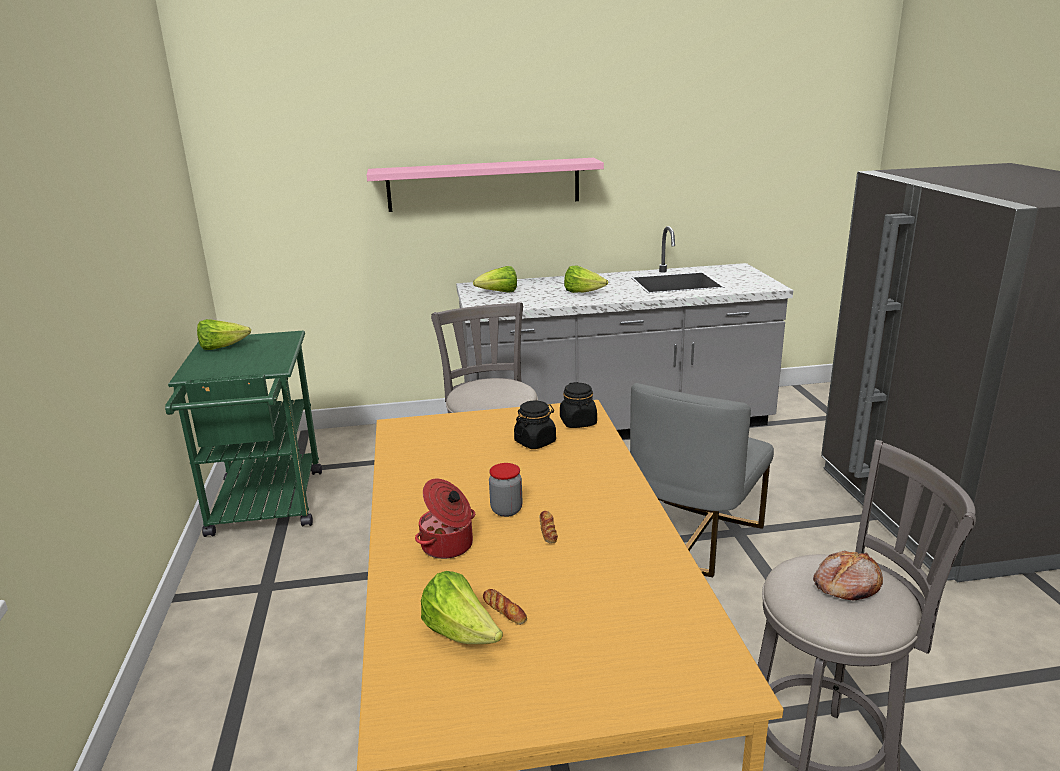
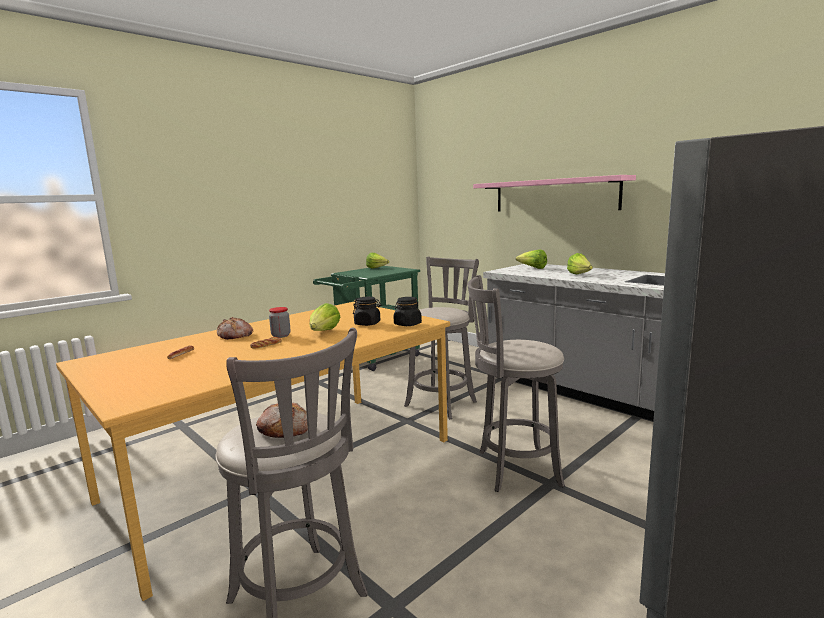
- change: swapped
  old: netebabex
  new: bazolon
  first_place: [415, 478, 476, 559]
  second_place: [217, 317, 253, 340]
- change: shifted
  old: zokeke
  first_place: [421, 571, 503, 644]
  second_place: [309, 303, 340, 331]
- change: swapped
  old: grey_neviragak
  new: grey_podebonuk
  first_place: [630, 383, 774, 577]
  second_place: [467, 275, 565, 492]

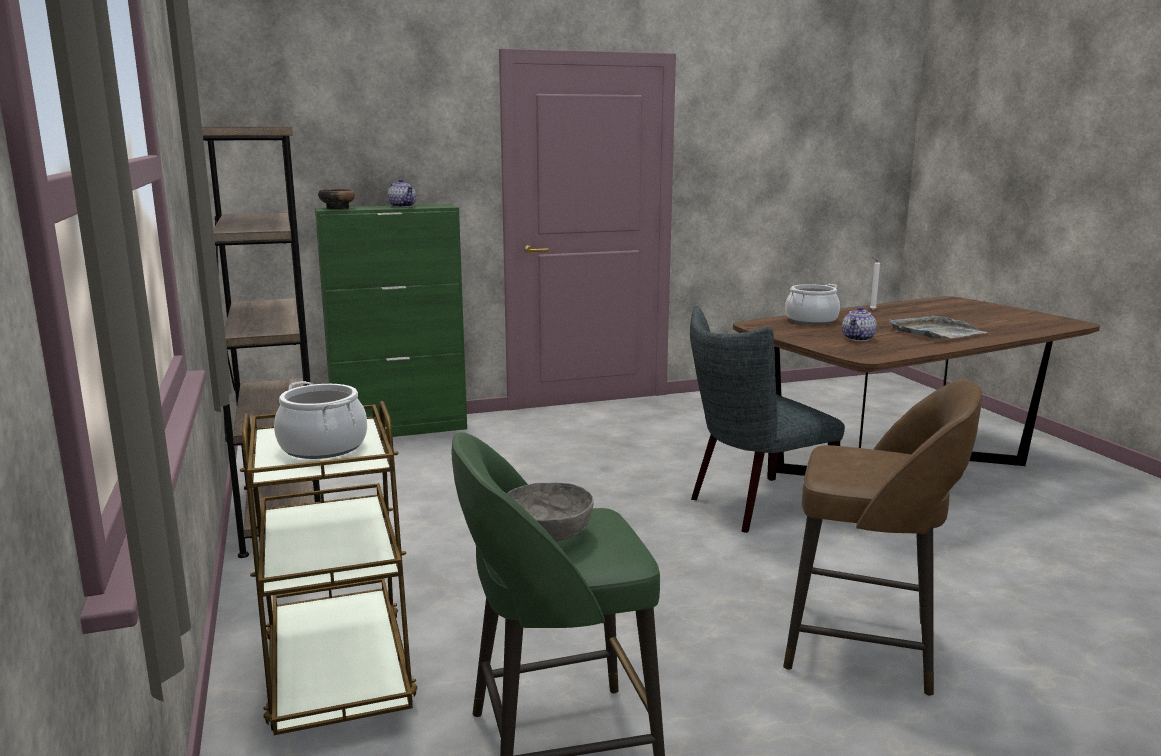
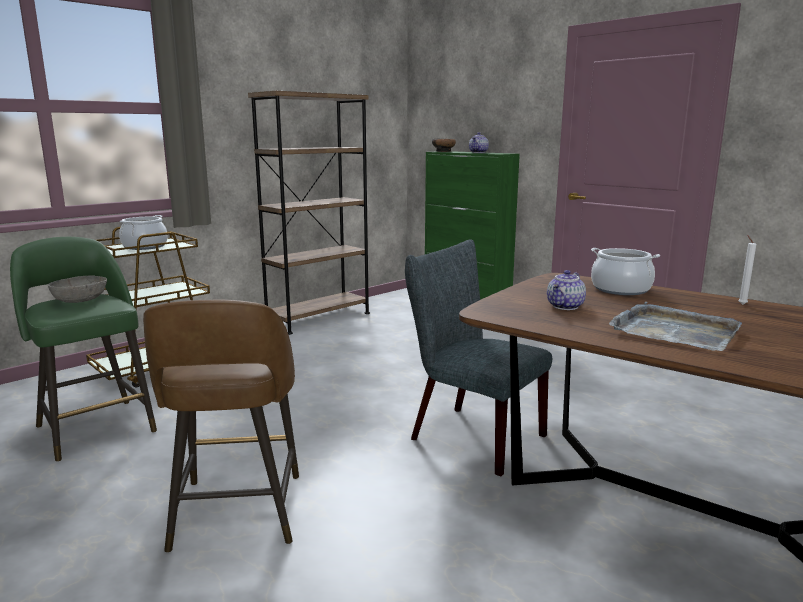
- change: rotated
  old: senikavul
  first_place: [842, 307, 877, 341]
  second_place: [547, 270, 586, 310]
  degrees: -60

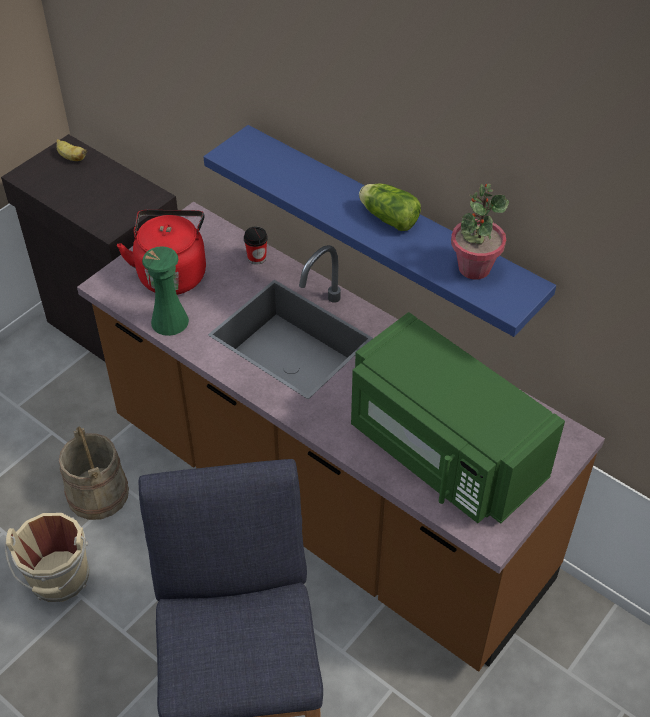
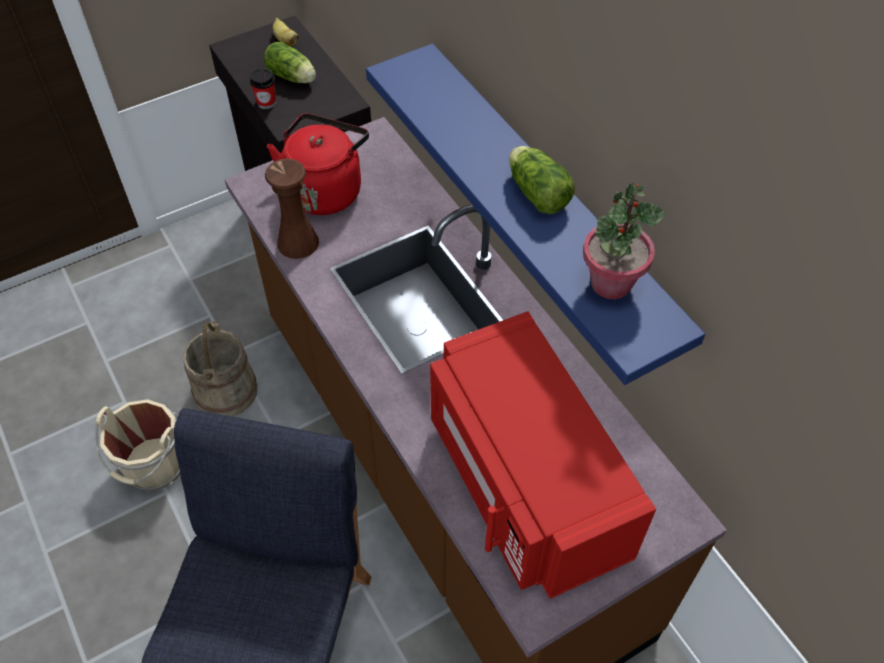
- change: shifted
  old: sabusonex
  first_place: [244, 227, 268, 265]
  second_place: [250, 68, 276, 109]
- change: new
  new: zokeke
  second_place: [264, 41, 316, 83]
- change: repainted
  old: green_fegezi
  new: brown_fegezi
  first_place: [142, 246, 189, 336]
  second_place: [265, 159, 319, 259]
- change: repainted
  old: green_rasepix
  new: red_rasepix
  first_place: [351, 312, 565, 523]
  second_place: [430, 311, 656, 599]

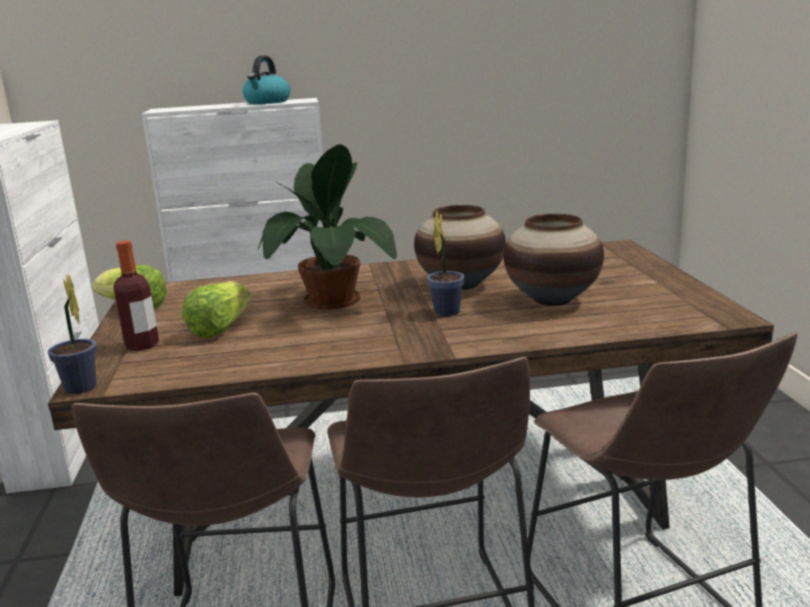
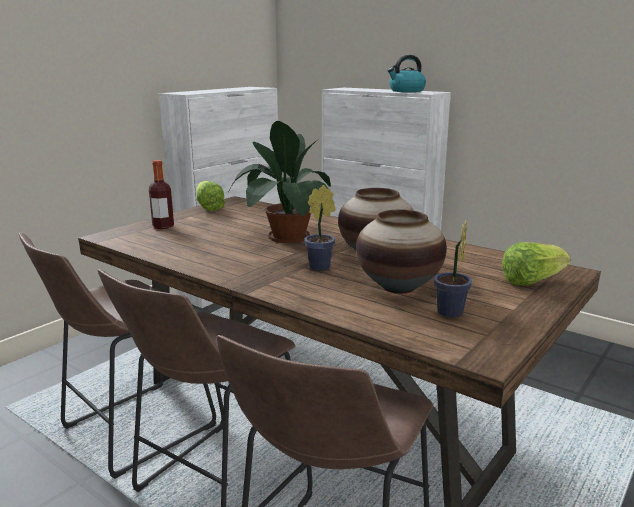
- change: shifted
  old: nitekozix
  first_place: [48, 274, 97, 394]
  second_place: [434, 220, 472, 318]
- change: shifted
  old: zokeke
  first_place: [182, 281, 251, 338]
  second_place: [502, 242, 570, 285]

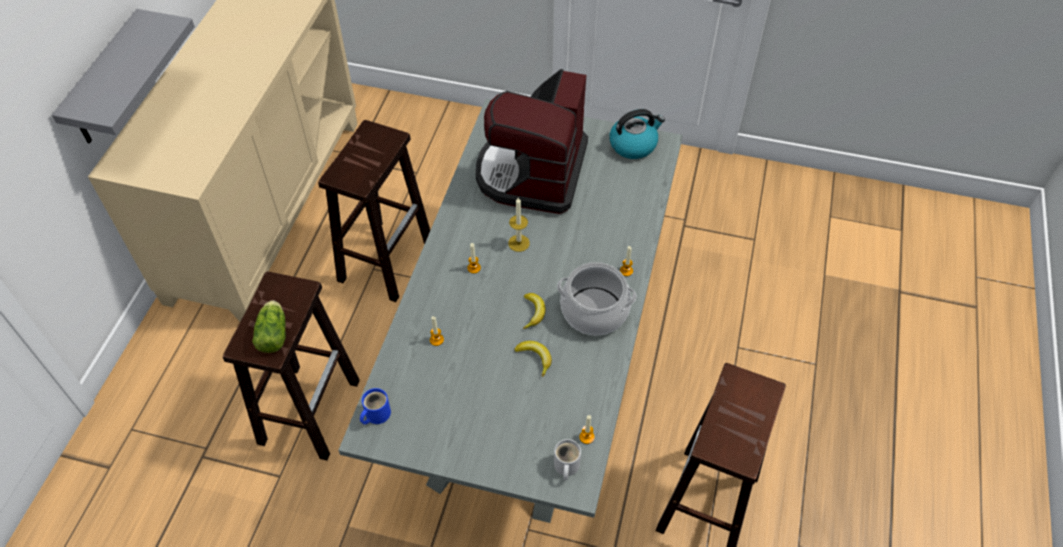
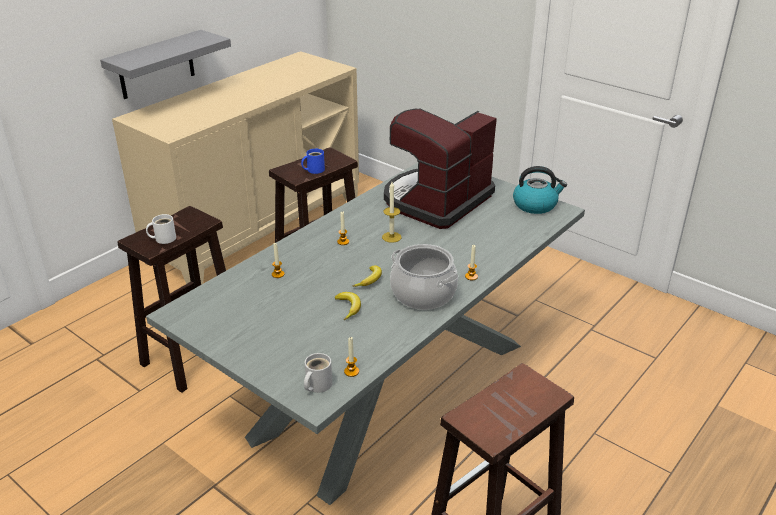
- change: swapped
  old: zokeke
  new: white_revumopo
  first_place: [252, 300, 286, 353]
  second_place: [146, 214, 176, 244]
- change: shifted
  old: blue_revumopo
  first_place: [360, 388, 391, 424]
  second_place: [301, 149, 325, 174]

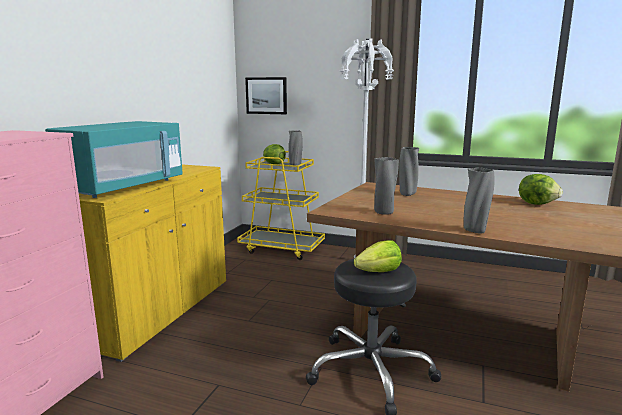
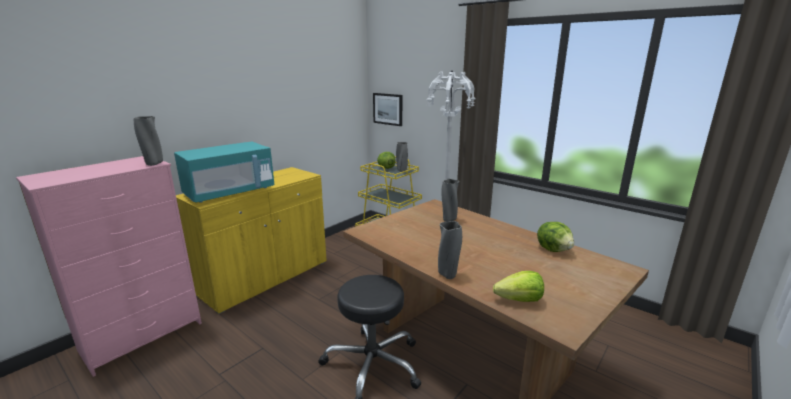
- change: shifted
  old: grey_fegezi
  first_place: [374, 157, 399, 215]
  second_place: [134, 116, 163, 166]
- change: shifted
  old: zokeke
  first_place: [354, 240, 402, 272]
  second_place: [493, 271, 544, 302]

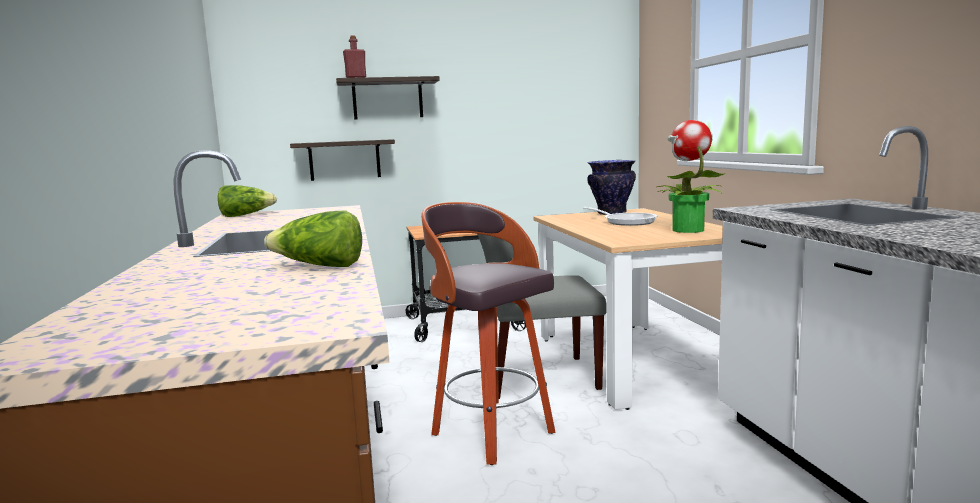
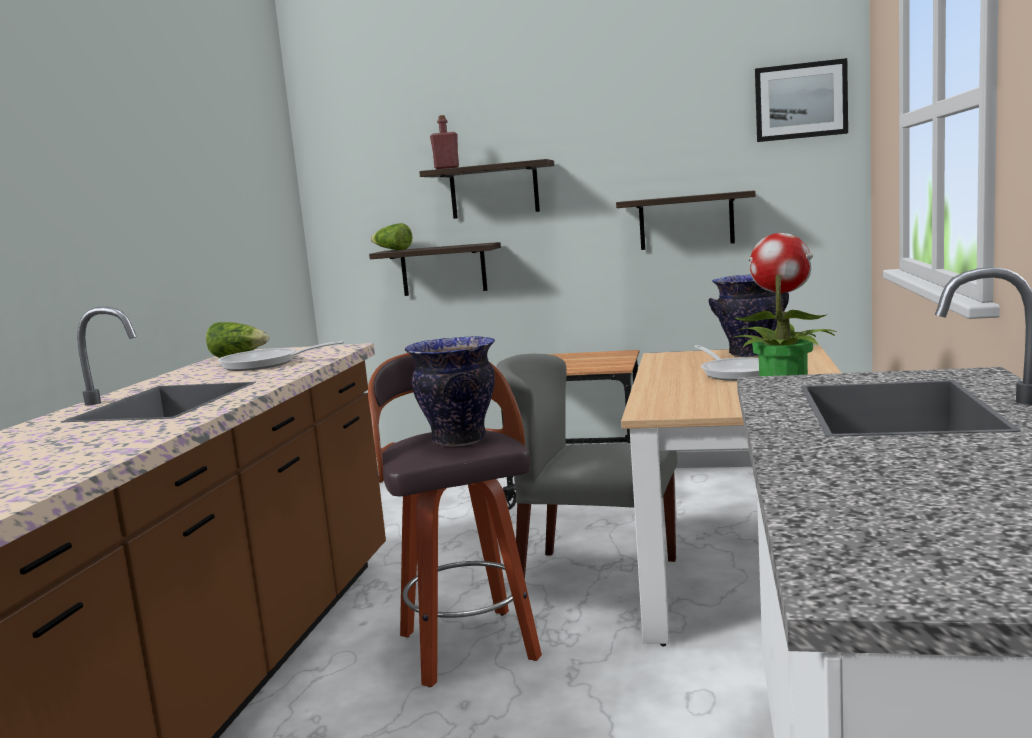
- change: new
  new: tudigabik
  second_place: [217, 341, 344, 371]
- change: shifted
  old: zokeke
  first_place: [264, 211, 362, 267]
  second_place: [371, 223, 413, 250]
- change: new
  new: fegezi
  second_place: [405, 336, 495, 447]
- change: new
  new: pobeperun
  second_place: [616, 191, 756, 250]
- change: new
  new: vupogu
  second_place: [755, 58, 848, 142]

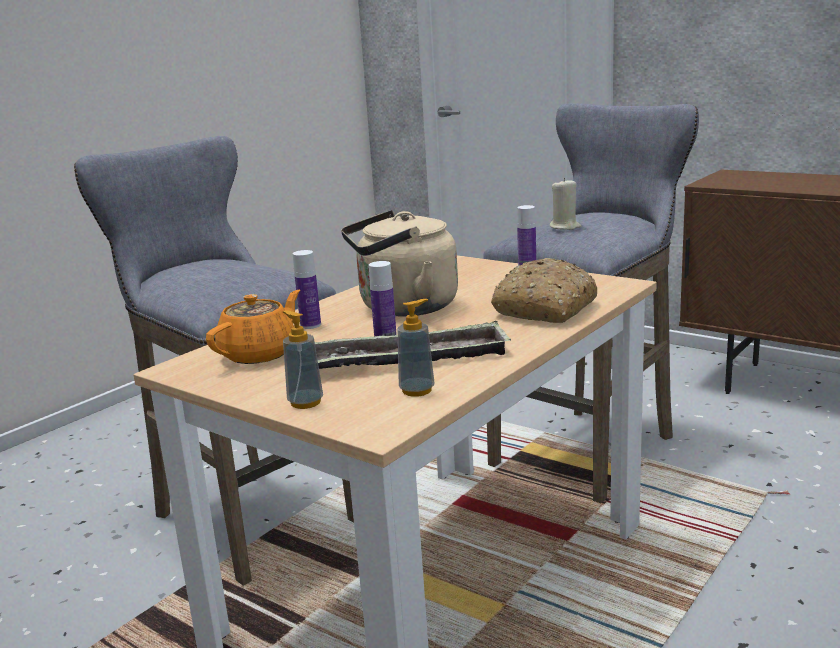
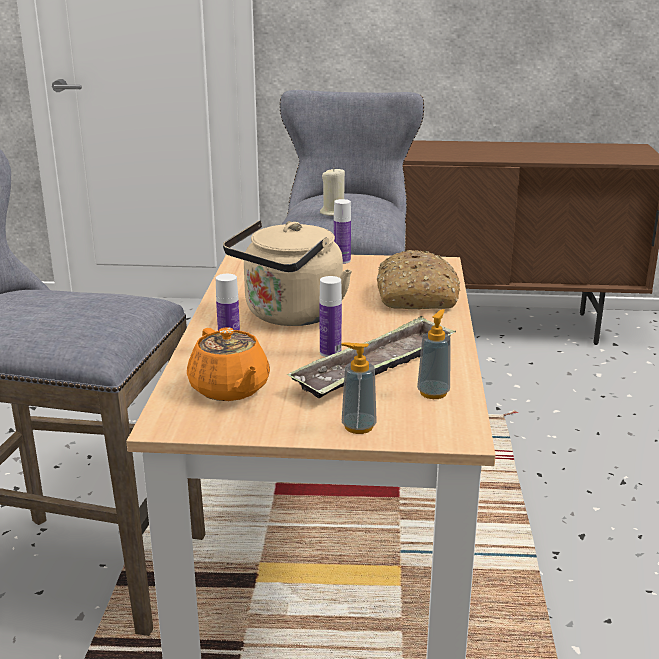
- change: rotated
  old: orange_senikavul
  first_place: [206, 290, 300, 364]
  second_place: [187, 327, 270, 401]
  degrees: 150

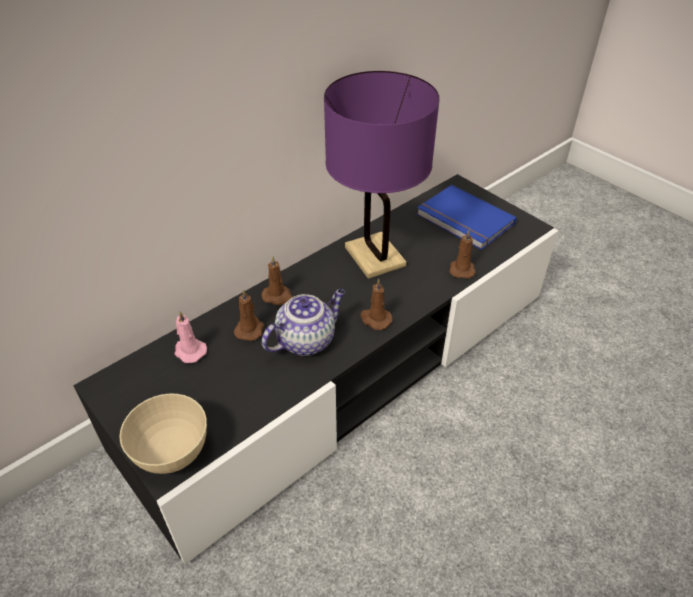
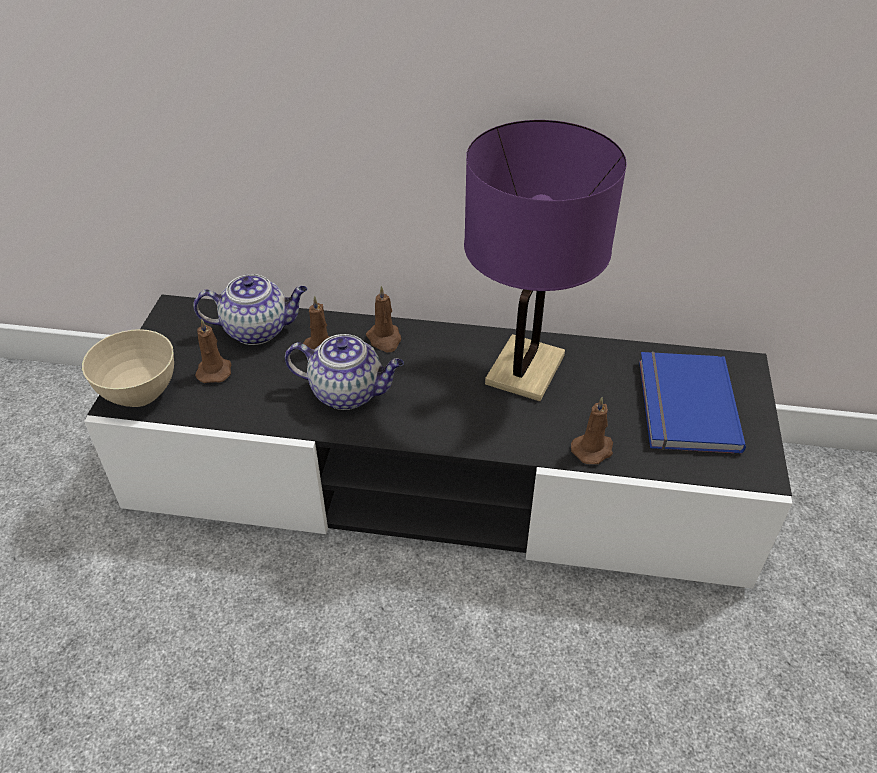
- change: swapped
  old: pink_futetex
  new: senikavul
  first_place: [174, 311, 207, 363]
  second_place: [193, 274, 308, 345]
- change: shifted
  old: brown_futetex
  first_place: [360, 279, 393, 330]
  second_place: [195, 318, 231, 383]

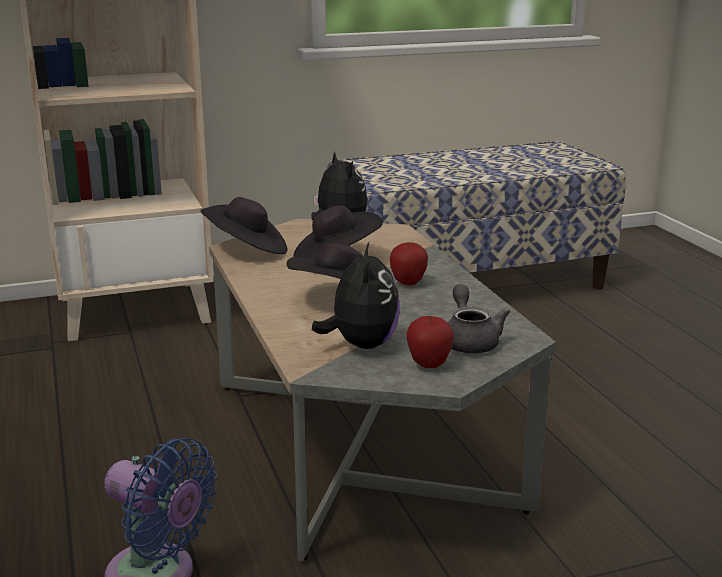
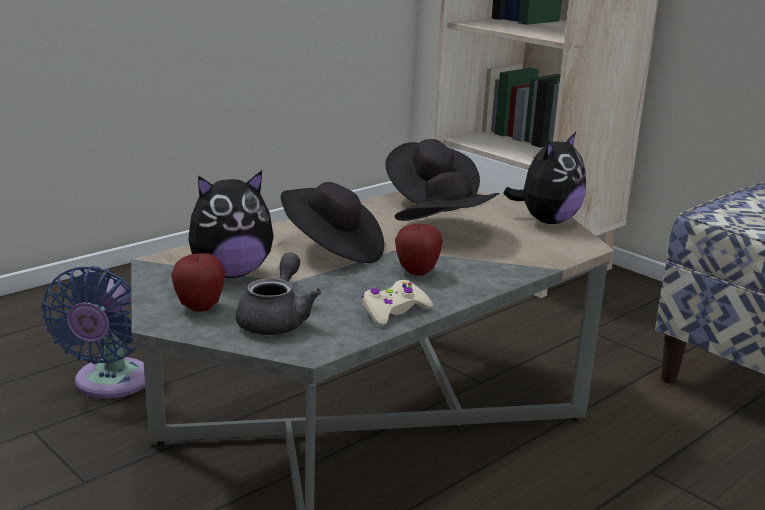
- change: rotated
  old: grey_senikavul
  first_place: [448, 284, 510, 354]
  second_place: [236, 252, 321, 335]
  degrees: -45
- change: new
  new: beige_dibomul
  second_place: [362, 280, 433, 326]

